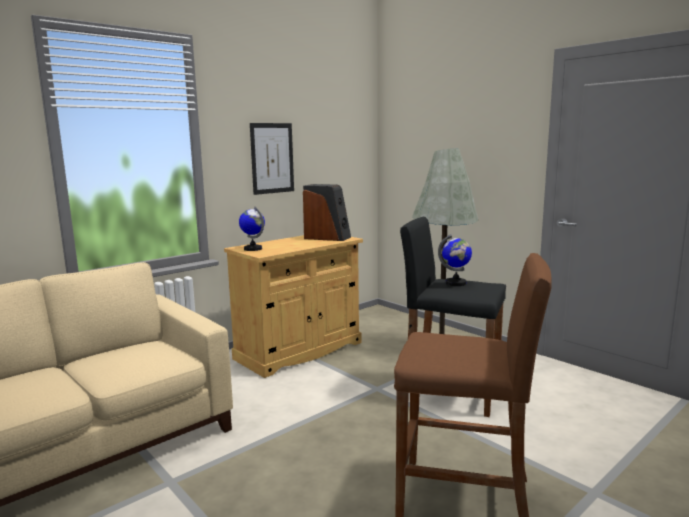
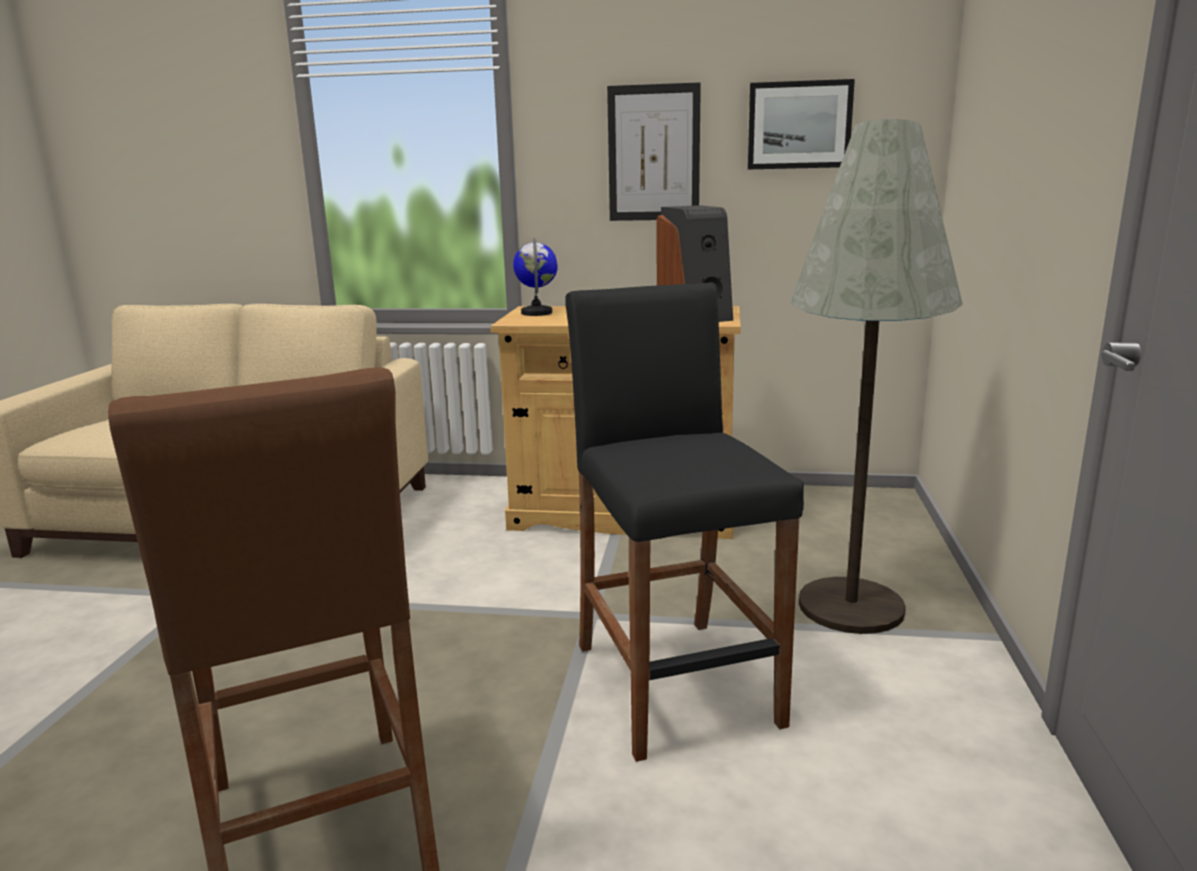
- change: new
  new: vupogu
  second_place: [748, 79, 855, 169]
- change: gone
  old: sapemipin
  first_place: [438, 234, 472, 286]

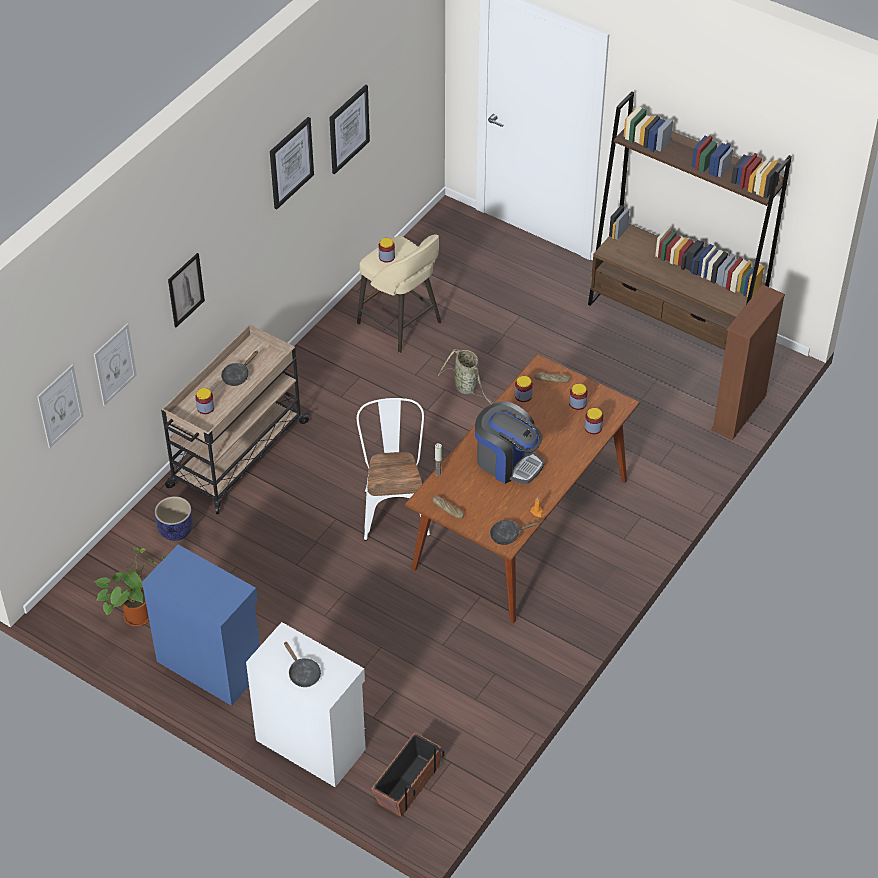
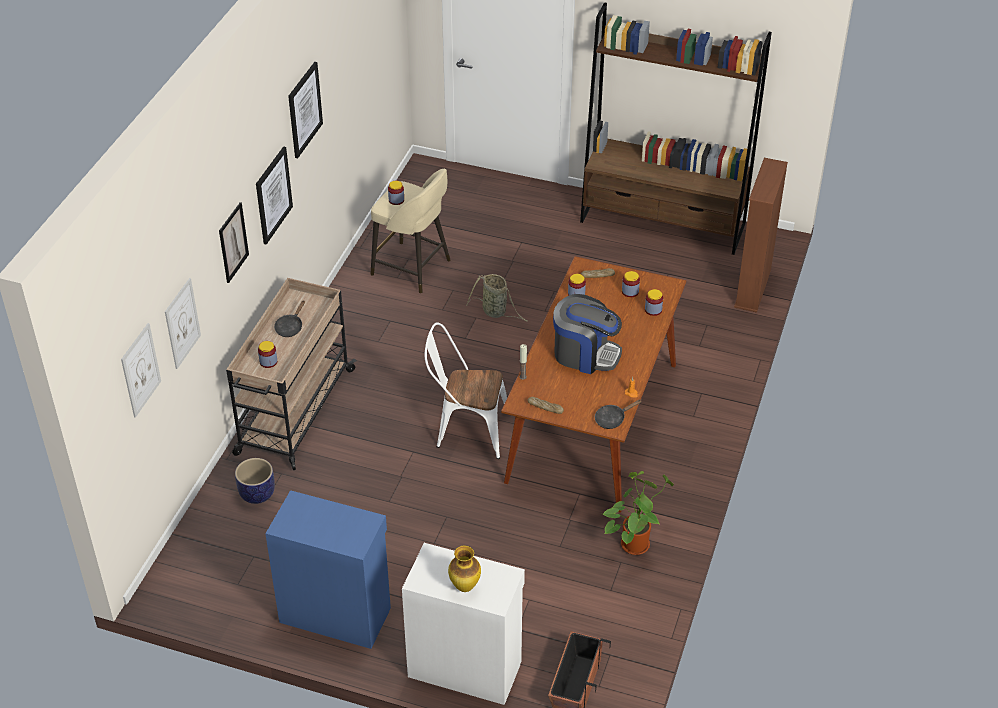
- change: shifted
  old: vupogu
  first_place: [329, 84, 370, 174]
  second_place: [256, 146, 293, 245]
- change: rotated
  old: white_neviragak
  first_place: [357, 398, 430, 541]
  second_place: [425, 323, 507, 459]
  degrees: -60
- change: swapped
  old: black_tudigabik
  new: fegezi
  first_place: [284, 642, 321, 687]
  second_place: [448, 546, 481, 592]
- change: shifted
  old: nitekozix
  first_place: [95, 547, 166, 626]
  second_place: [603, 471, 674, 555]

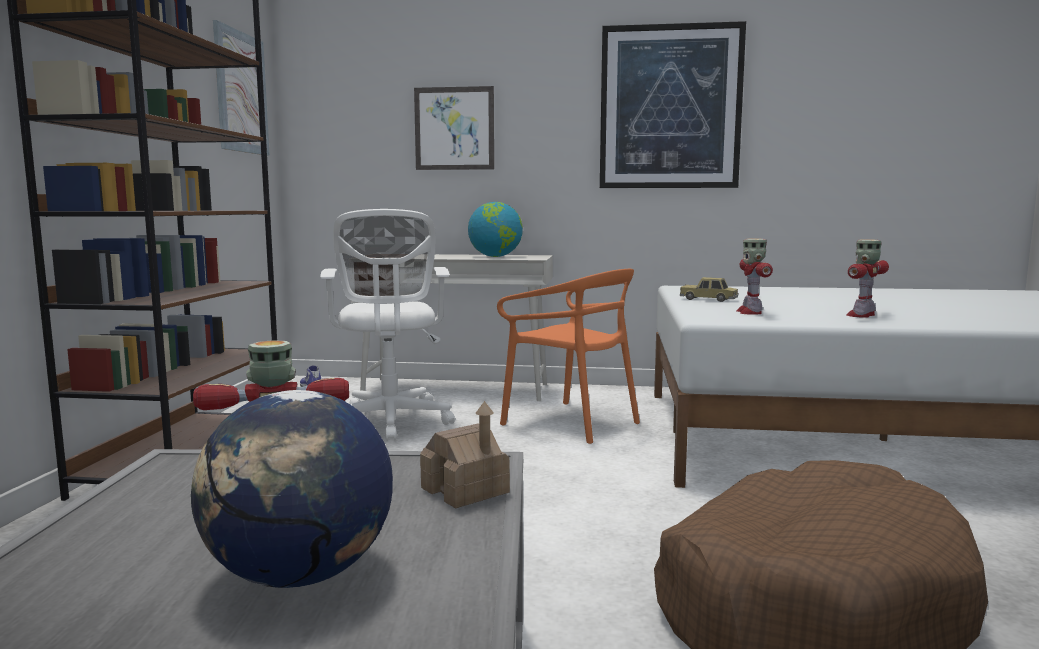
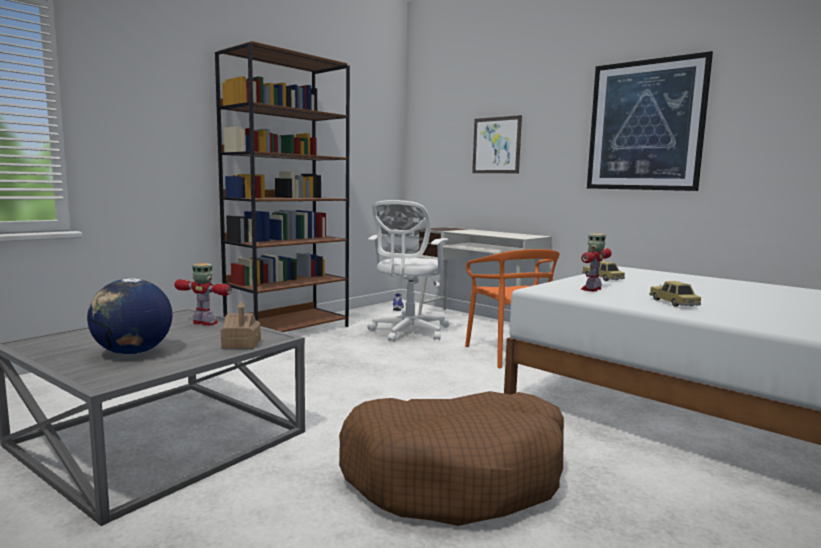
- change: swapped
  old: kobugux
  new: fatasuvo
  first_place: [846, 239, 889, 318]
  second_place: [650, 281, 701, 307]
- change: gone
  old: vupogu
  first_place: [213, 20, 270, 155]
- change: gone
  old: sapemipin
  first_place: [468, 202, 523, 257]

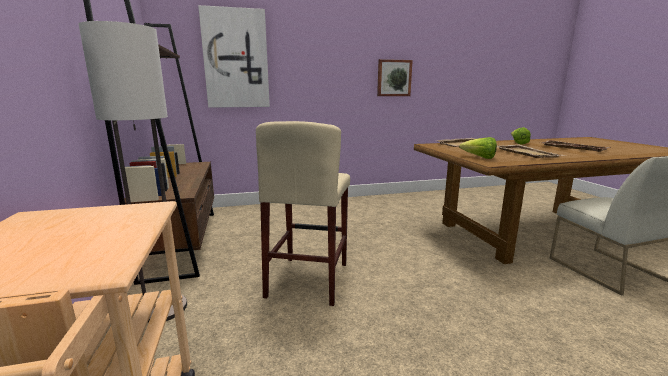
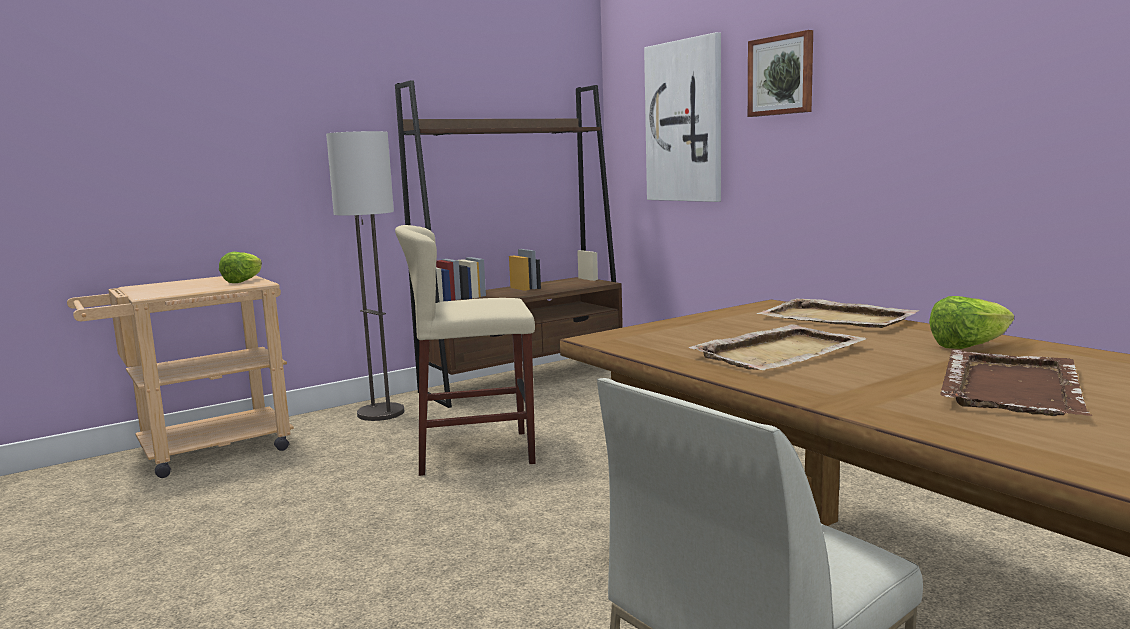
- change: shifted
  old: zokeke
  first_place: [459, 137, 497, 159]
  second_place: [219, 252, 262, 283]
- change: shifted
  old: vupogu
  first_place: [377, 59, 413, 96]
  second_place: [748, 30, 813, 117]

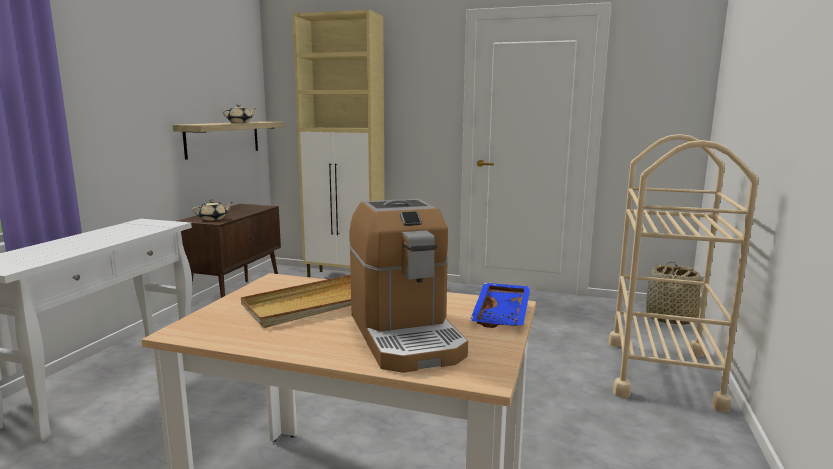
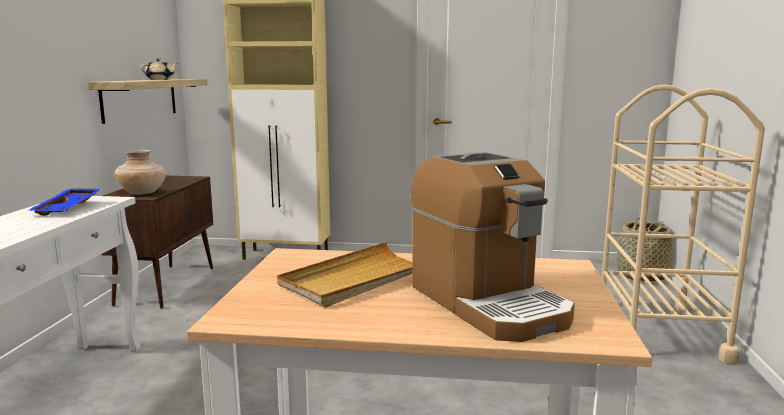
- change: shifted
  old: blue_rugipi
  first_place: [470, 283, 530, 328]
  second_place: [27, 188, 101, 215]
- change: swapped
  old: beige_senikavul
  new: beige_fegezi
  first_place: [192, 199, 233, 221]
  second_place: [114, 150, 166, 195]

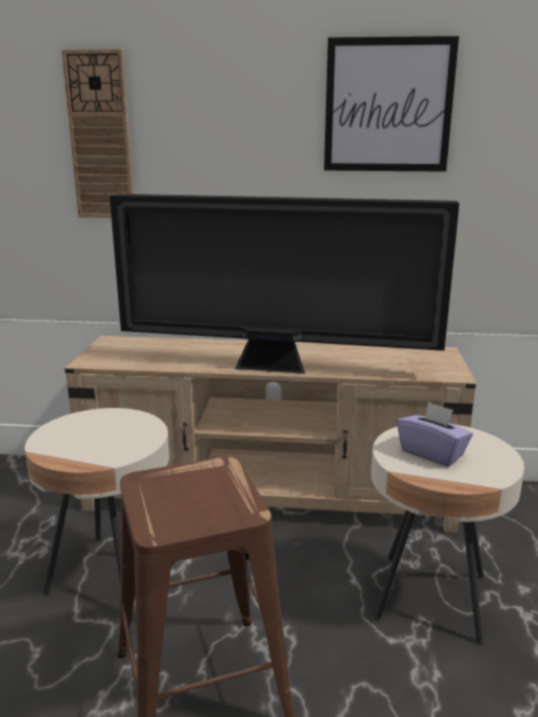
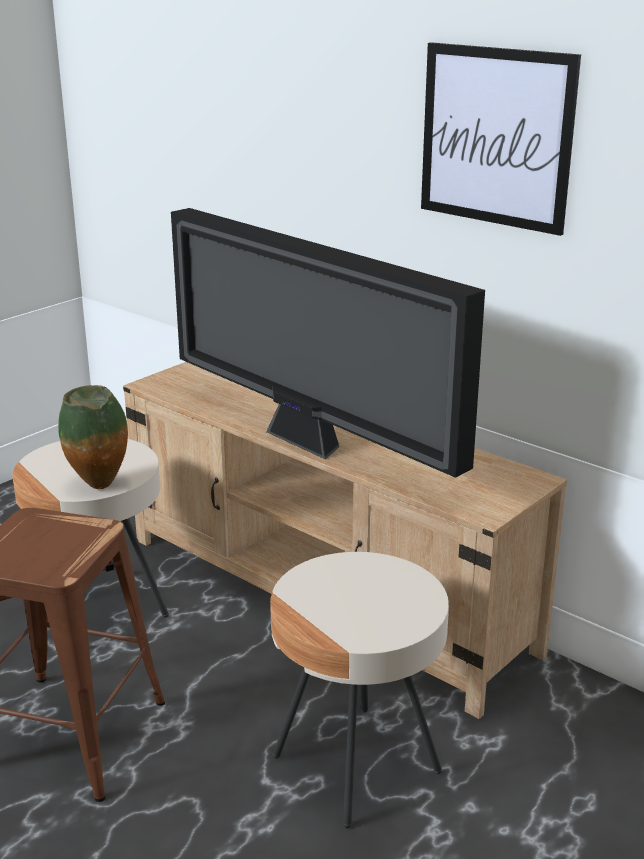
- change: new
  new: fegezi
  second_place: [58, 385, 128, 489]
- change: gone
  old: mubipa
  first_place: [61, 49, 133, 218]
- change: gone
  old: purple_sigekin
  first_place: [397, 402, 473, 467]

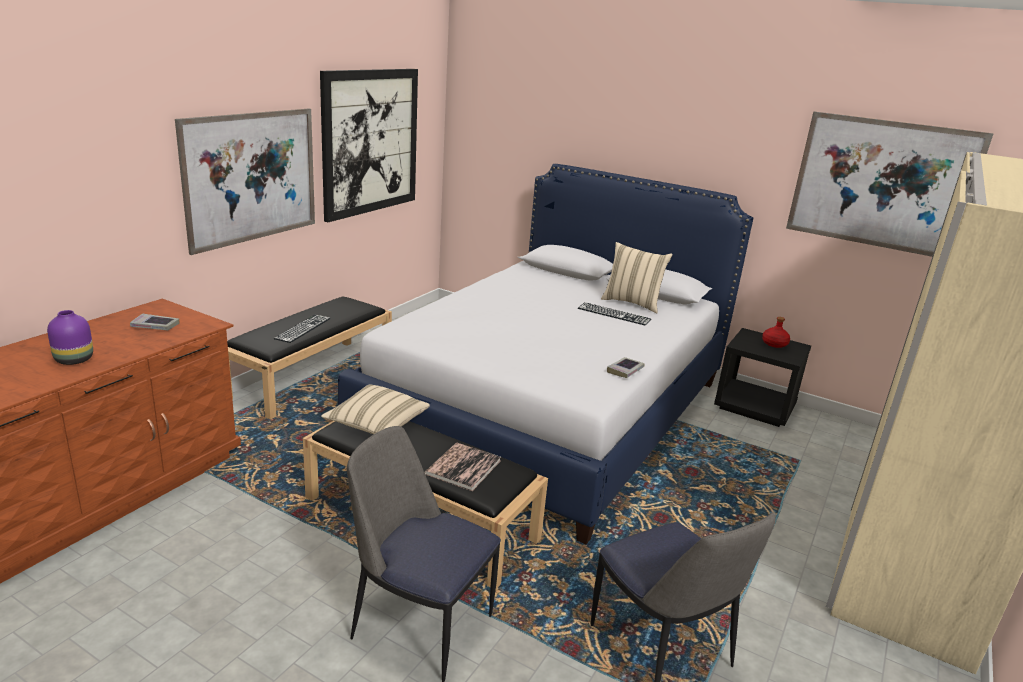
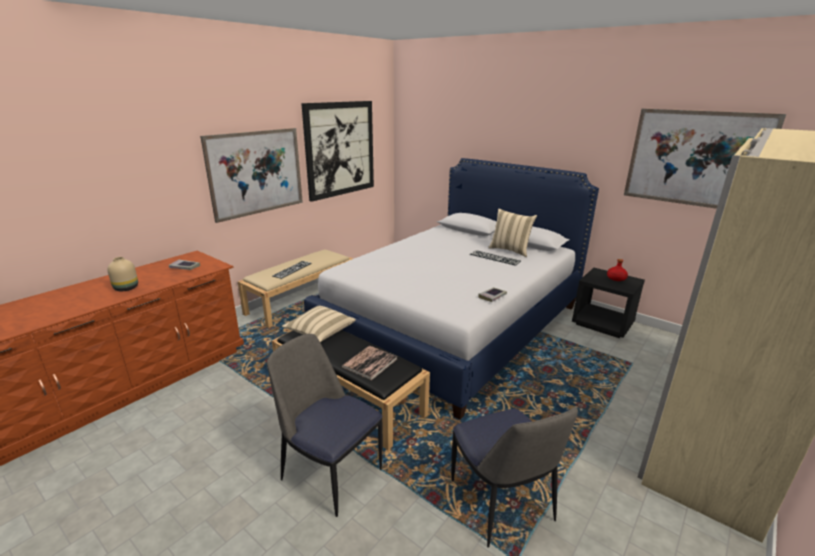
- change: repainted
  old: purple_fegezi
  new: beige_fegezi
  first_place: [47, 310, 93, 365]
  second_place: [107, 257, 138, 291]
- change: repainted
  old: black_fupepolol
  new: beige_fupepolol
  first_place: [227, 297, 392, 420]
  second_place: [238, 250, 353, 328]

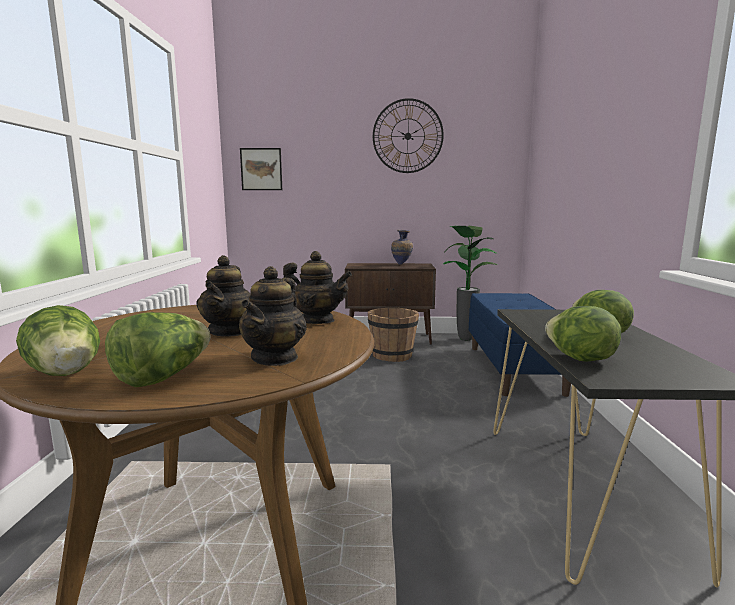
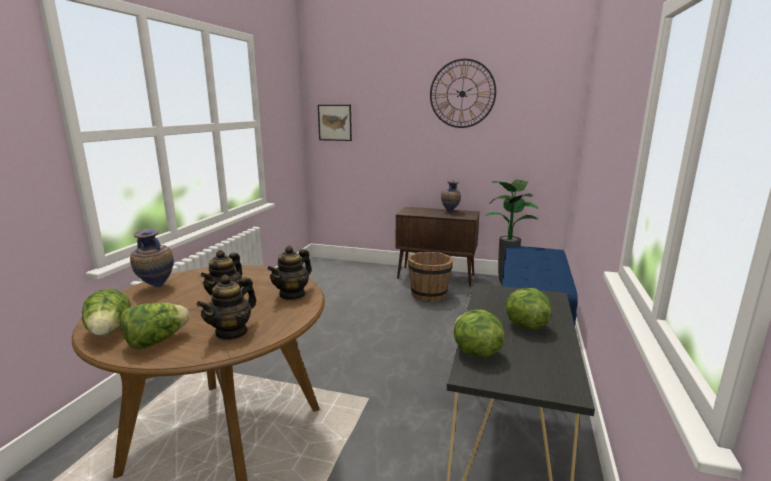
- change: new
  new: fegezi
  second_place: [130, 228, 174, 287]
- change: rotated
  old: senikavul
  first_place: [283, 251, 352, 324]
  second_place: [267, 246, 312, 300]
  degrees: 90

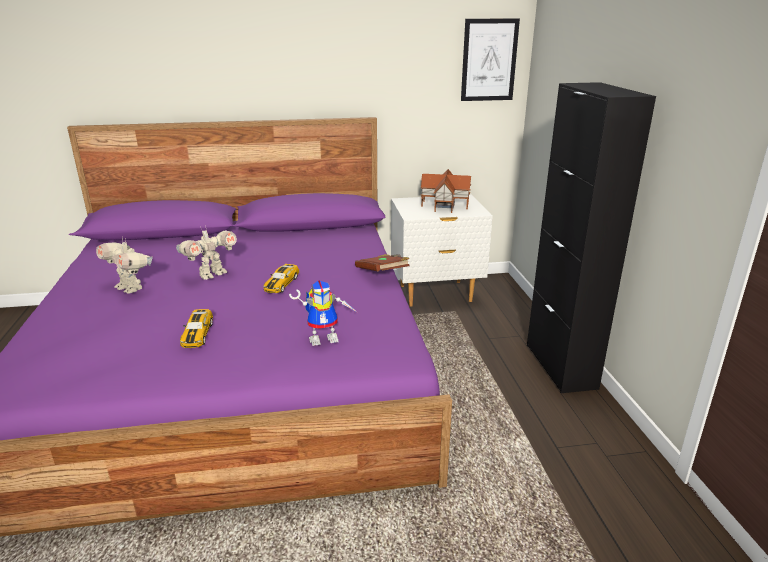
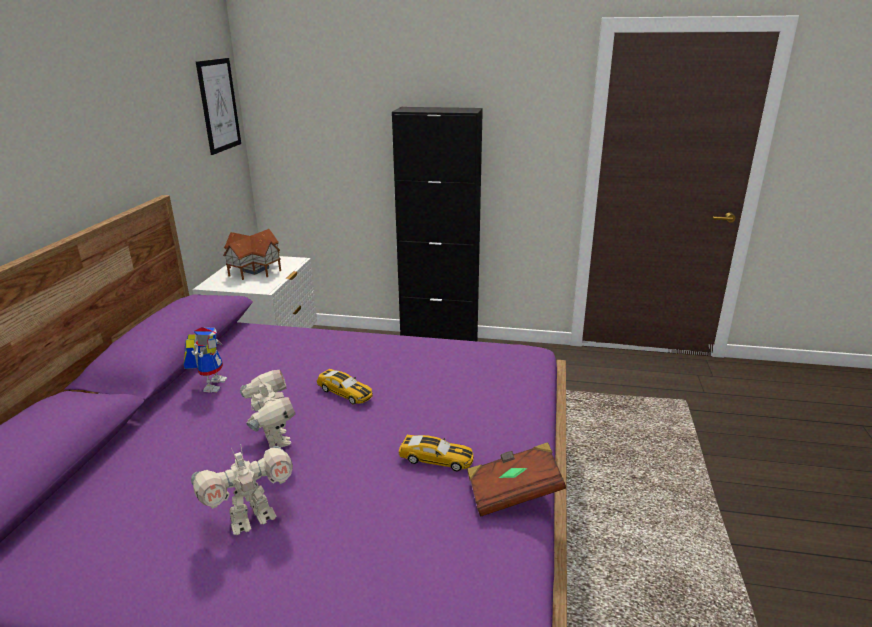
- change: shifted
  old: kobugux
  first_place: [289, 280, 357, 346]
  second_place: [184, 327, 227, 393]
- change: shifted
  old: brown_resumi
  first_place: [355, 254, 410, 271]
  second_place: [467, 442, 566, 517]

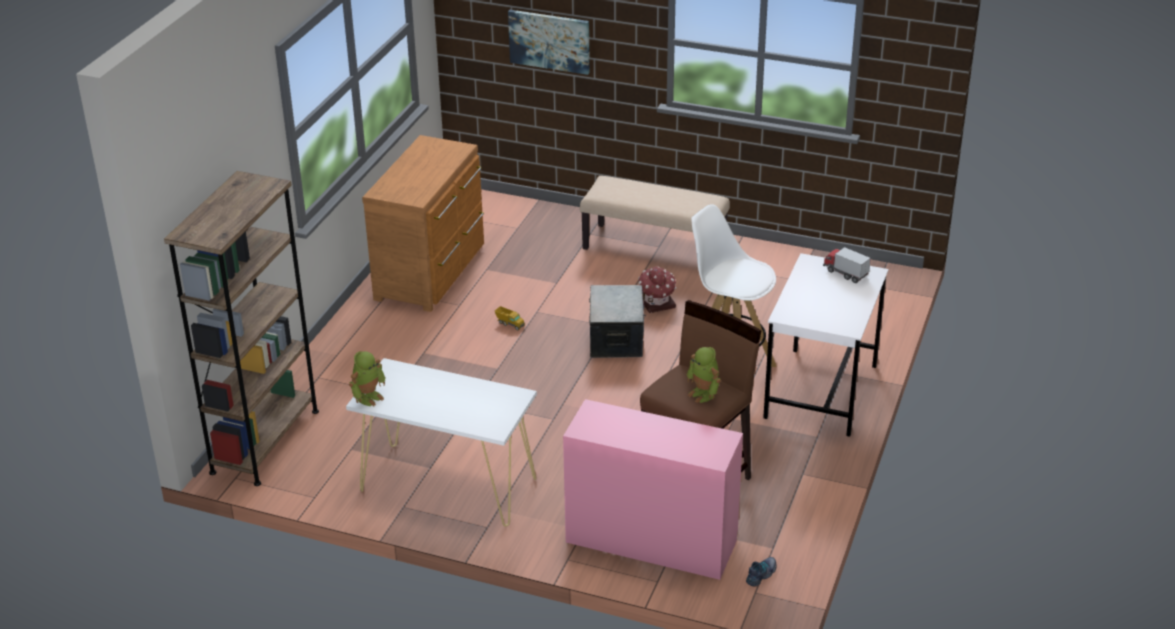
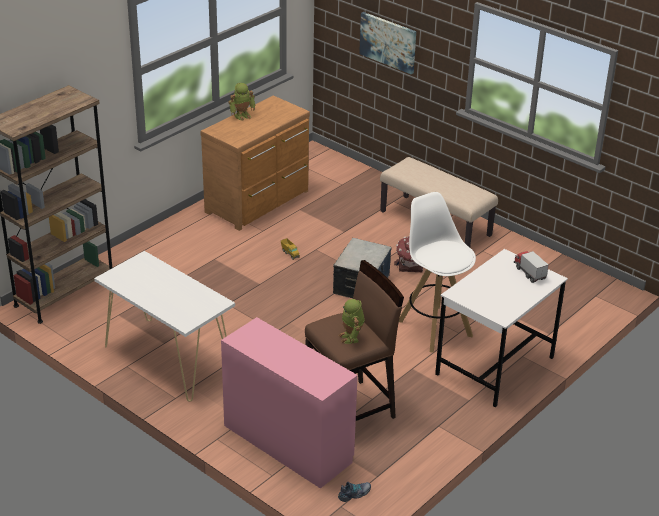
- change: shifted
  old: kobugux
  first_place: [349, 351, 386, 406]
  second_place: [228, 83, 256, 121]

